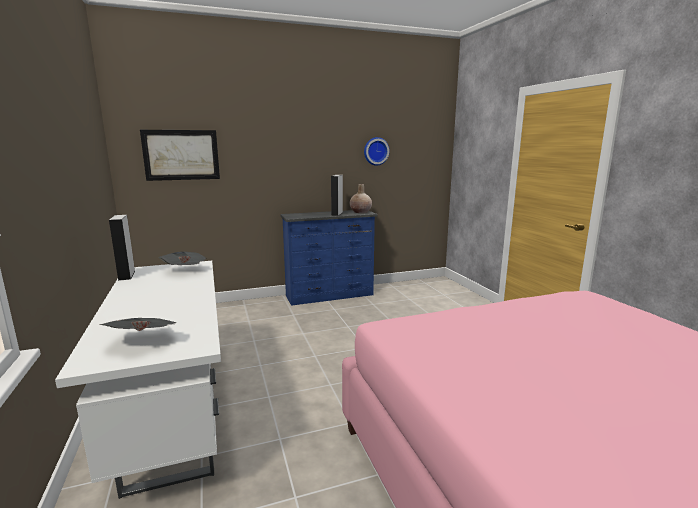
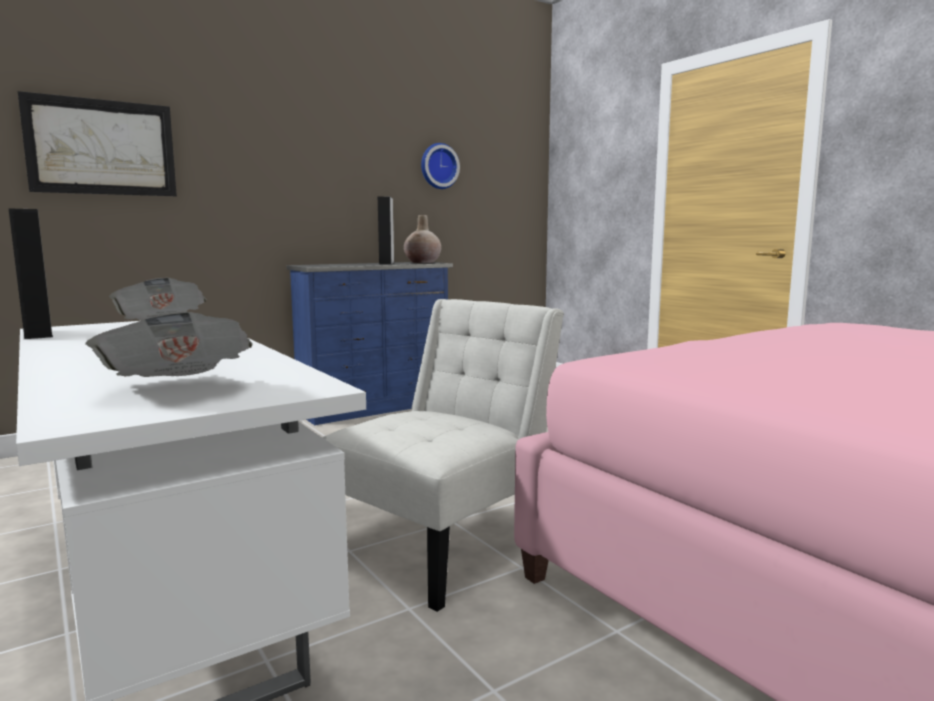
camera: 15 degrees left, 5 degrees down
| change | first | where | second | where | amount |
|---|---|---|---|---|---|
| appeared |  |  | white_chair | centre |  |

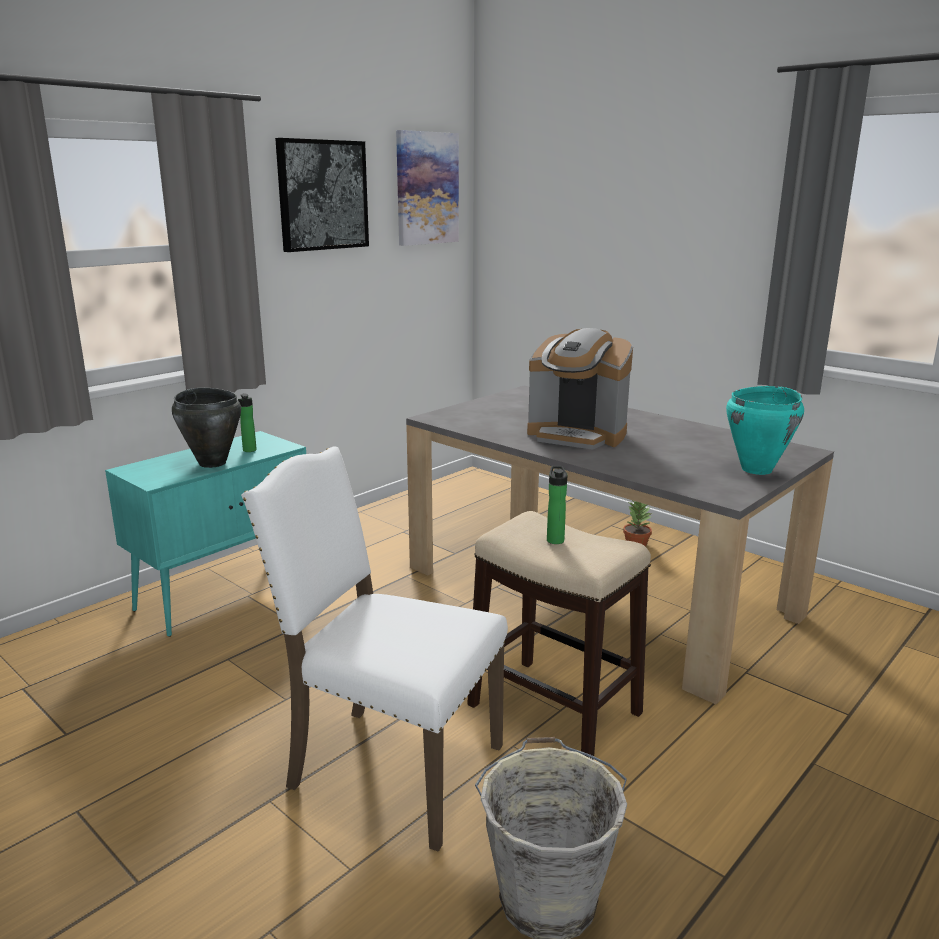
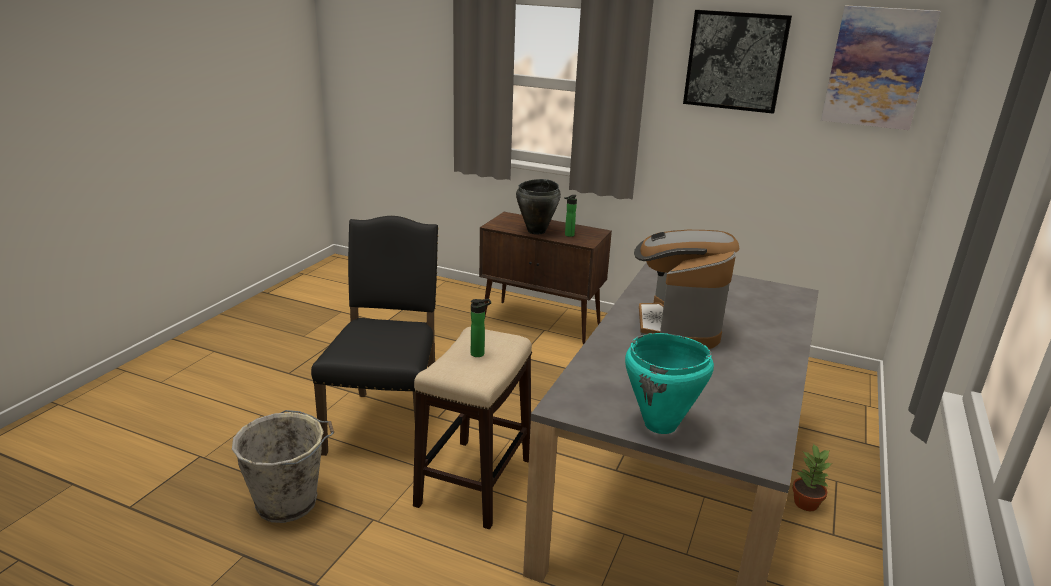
camera: 70 degrees right, 5 degrees up
| change | first | where | second | where | amount |
|---|---|---|---|---|---|
| colour | white_chair | bottom centre | black_chair | centre |  |
| colour | turquoise_cabinet | middle left | brown_cabinet | centre |  |

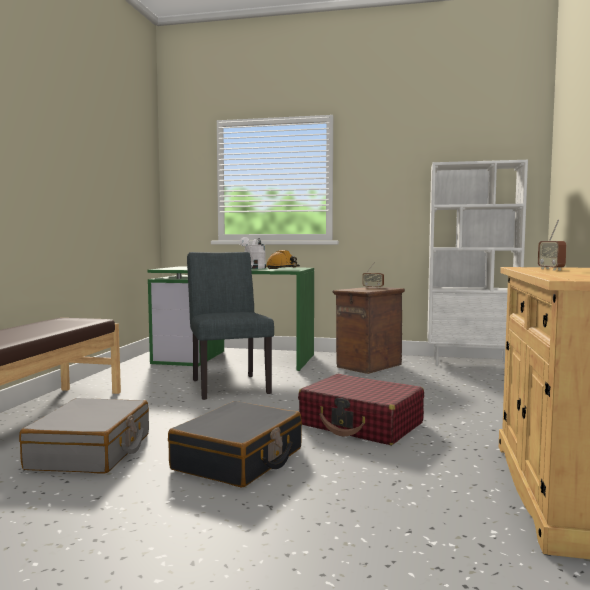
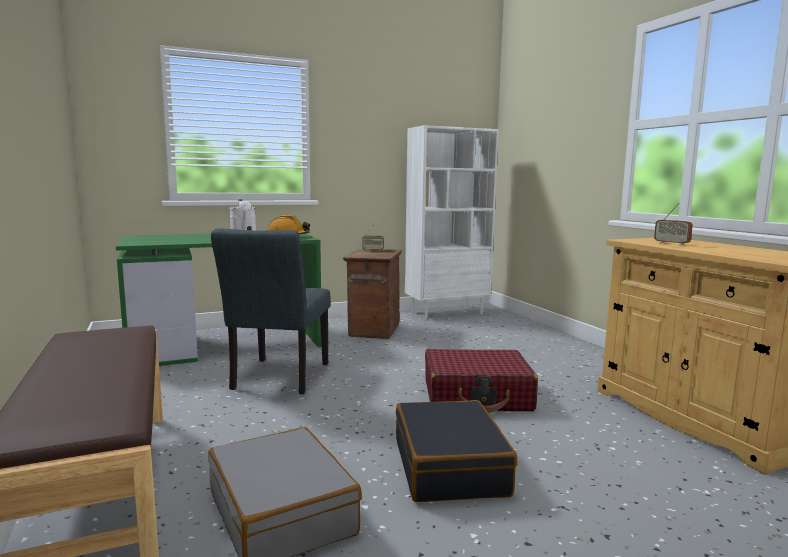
camera: 35 degrees left, 5 degrees up
| change | first | where | second | where | amount |
|---|---|---|---|---|---|
| spun | grey_chair | centre |  | centre | 120 degrees counterclockwise |

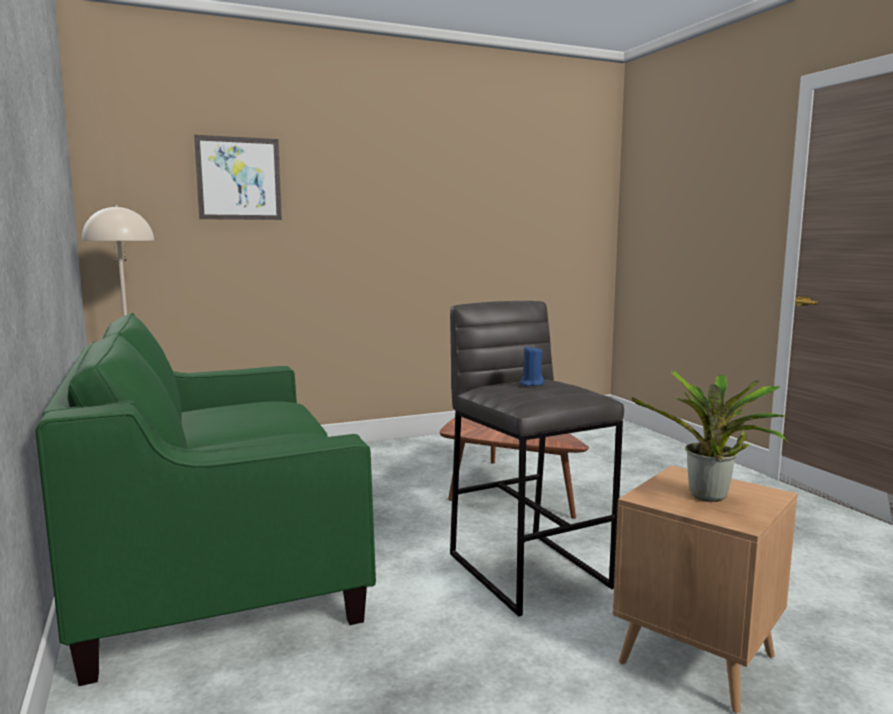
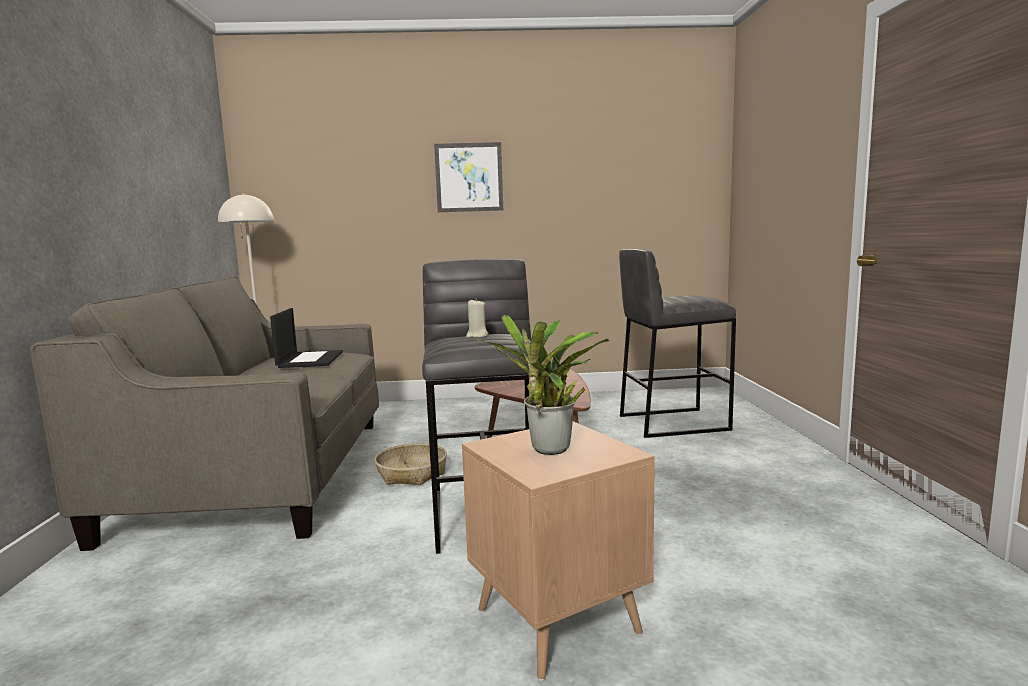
camera: 20 degrees right, 0 degrees up
| change | first | where | second | where | amount |
|---|---|---|---|---|---|
| colour | green_sofa | bottom left | beige_sofa | middle left |  |
| appeared |  |  | laptop | middle left |  |
| appeared |  |  | basket | bottom centre |  |
| relocated | picture | top left |  | top centre |  |
| colour | blue_candle | centre | beige_candle | centre |  |
| appeared |  |  | grey_stool (no. 2 from left) | centre |  |

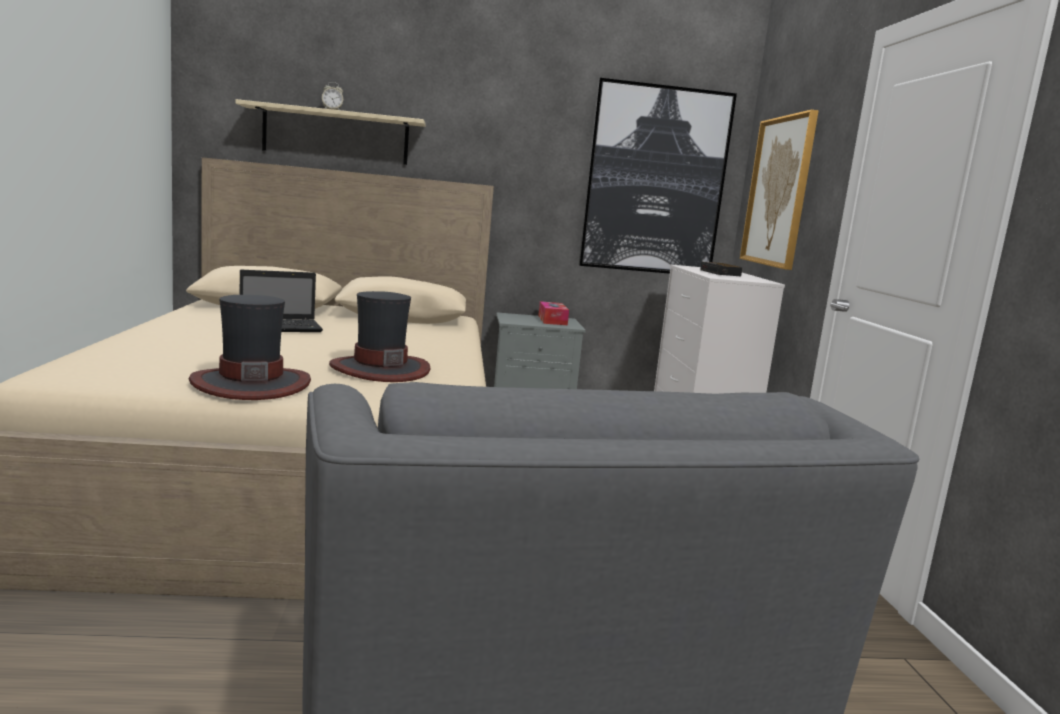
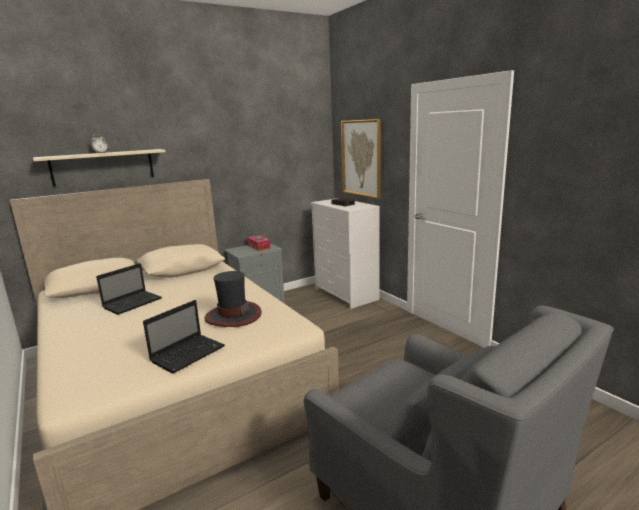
camera: 25 degrees left, 5 degrees up
| change | first | where | second | where | amount |
|---|---|---|---|---|---|
| exchanged | hat (no. 1 from left) | middle left | laptop (no. 2 from left) | middle left |  |
| missing | picture (no. 1 from left) | top centre |  |  |  |

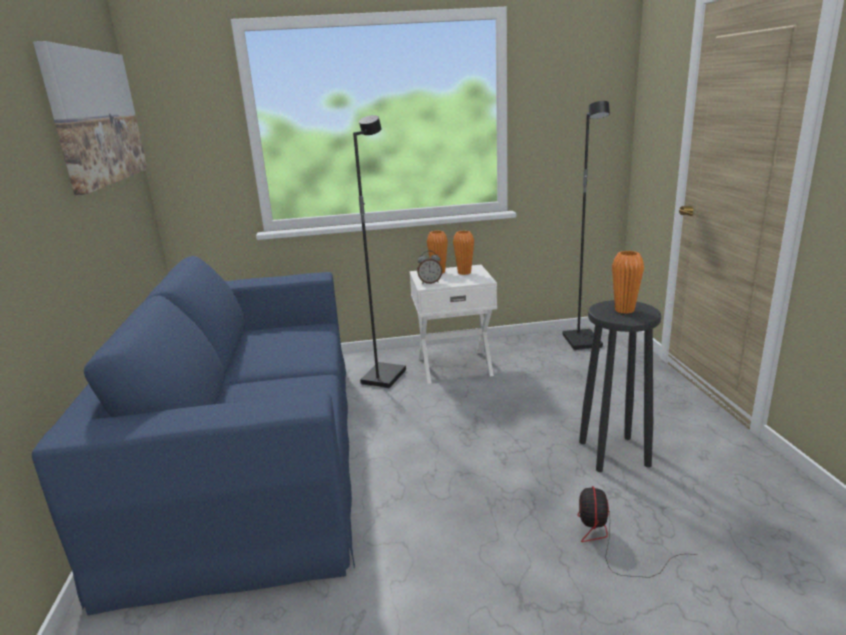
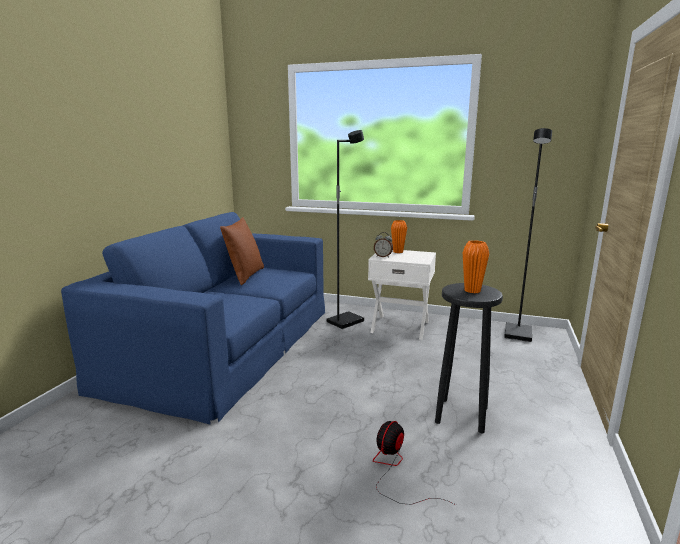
camera: 25 degrees right, 5 degrees down
| change | first | where | second | where | amount |
|---|---|---|---|---|---|
| appeared |  |  | brown_pillow | centre |  |
| missing | picture | top left |  |  |  |
| missing | orange_vase (no. 2 from left) | centre |  |  |  |

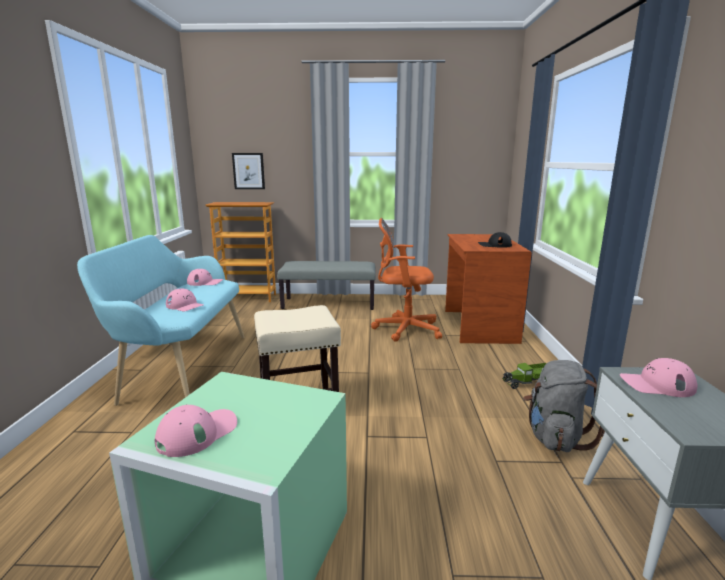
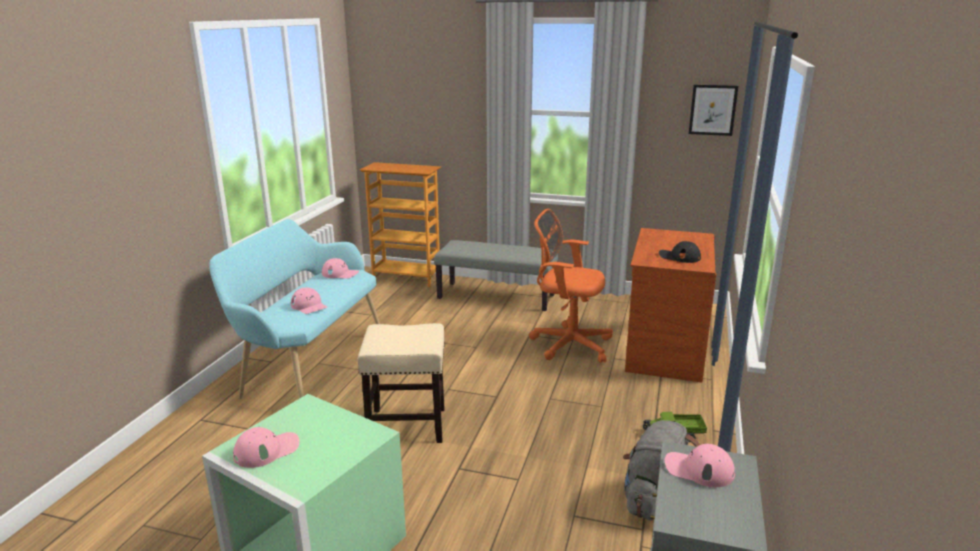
camera: 15 degrees right, 5 degrees up
| change | first | where | second | where | amount |
|---|---|---|---|---|---|
| relocated | picture | top centre |  | top right |  |

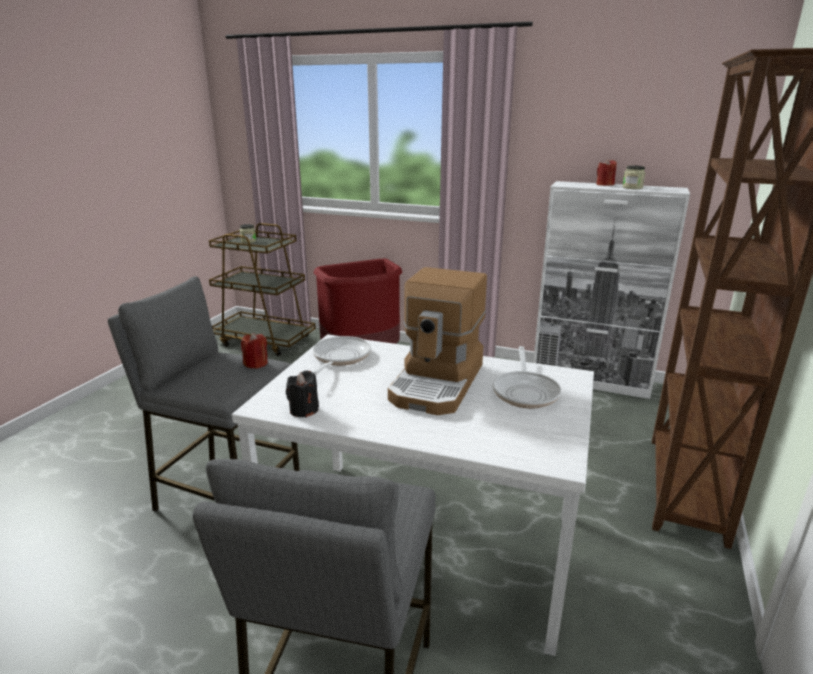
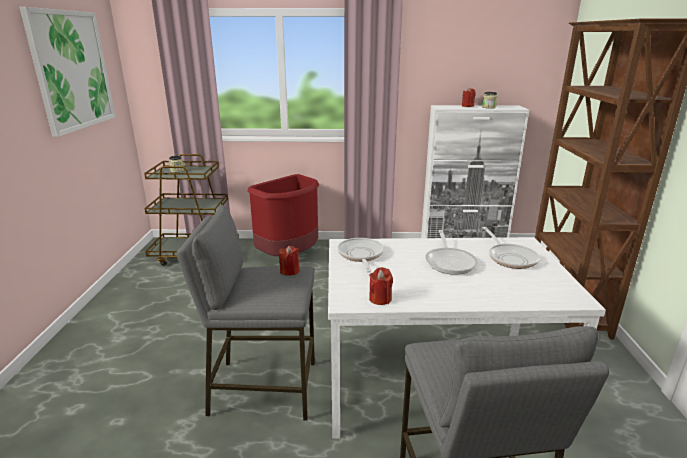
camera: 20 degrees left, 0 degrees up
| change | first | where | second | where | amount |
|---|---|---|---|---|---|
| appeared |  |  | picture | top left |  |
| colour | black_candle | centre | red_candle (no. 2 from left) | centre |  |
| exchanged | coffee_machine | centre | frying_pan (no. 2 from left) | centre |  |

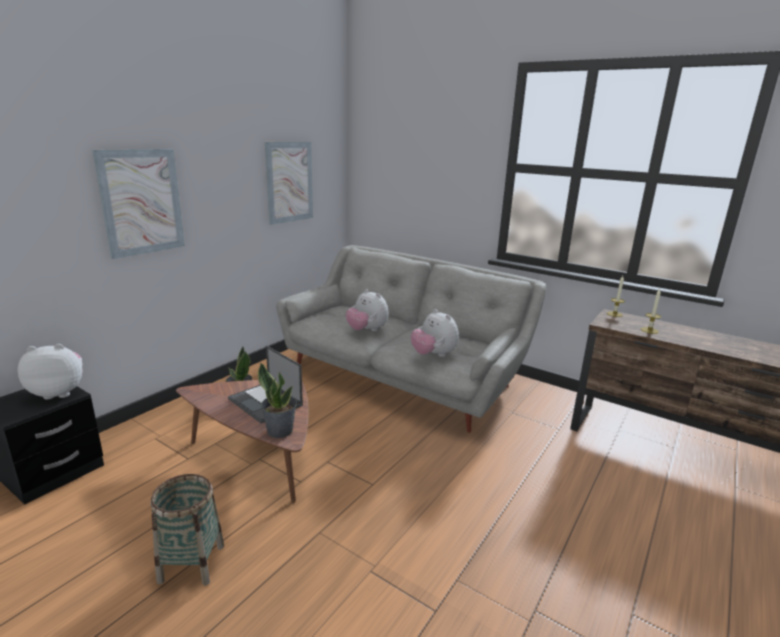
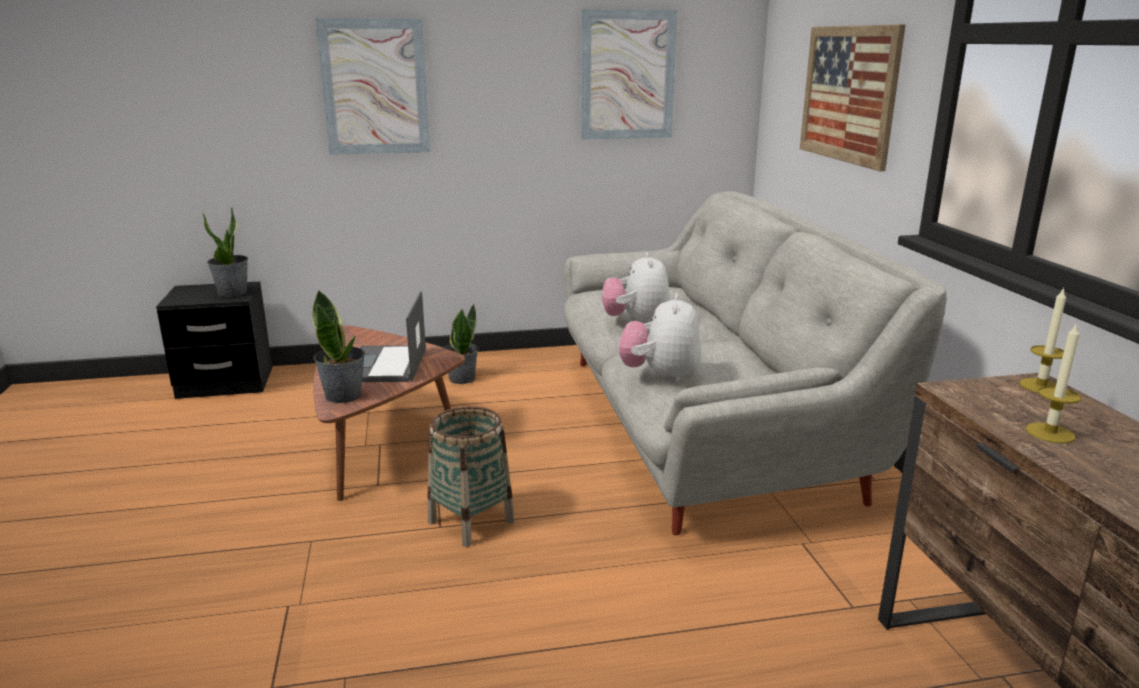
camera: 45 degrees right, 0 degrees up
| change | first | where | second | where | amount |
|---|---|---|---|---|---|
| exchanged | plush_toy (no. 1 from left) | middle left | potted_plant (no. 1 from left) | middle left |  |
| relocated | basket | bottom left |  | bottom centre |  |
| appeared |  |  | picture (no. 3 from left) | top right |  |

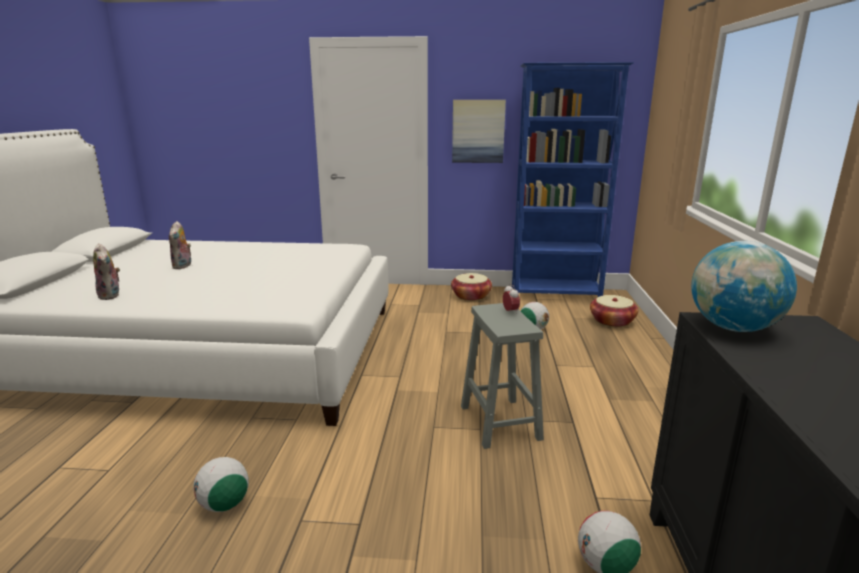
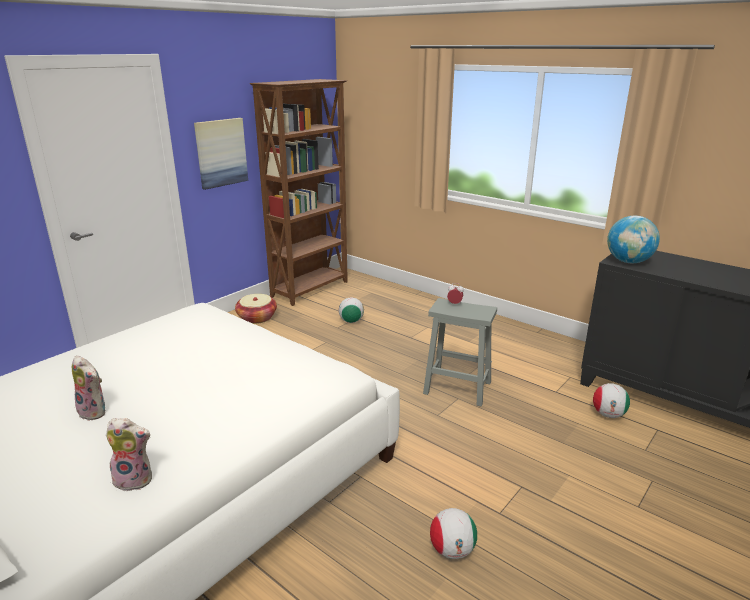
camera: 55 degrees left, 5 degrees up
| change | first | where | second | where | amount |
|---|---|---|---|---|---|
| colour | blue_bookcase | top right | brown_bookcase | top centre |  |
| missing | basket (no. 2 from left) | middle right |  |  |  |

